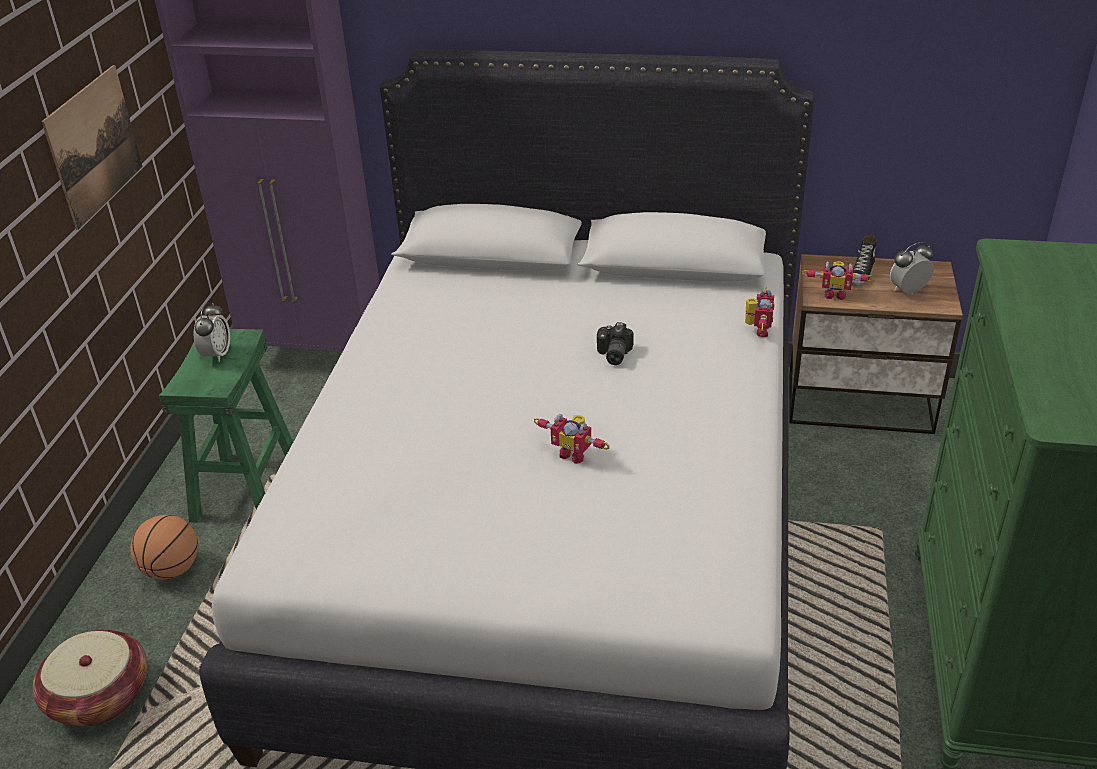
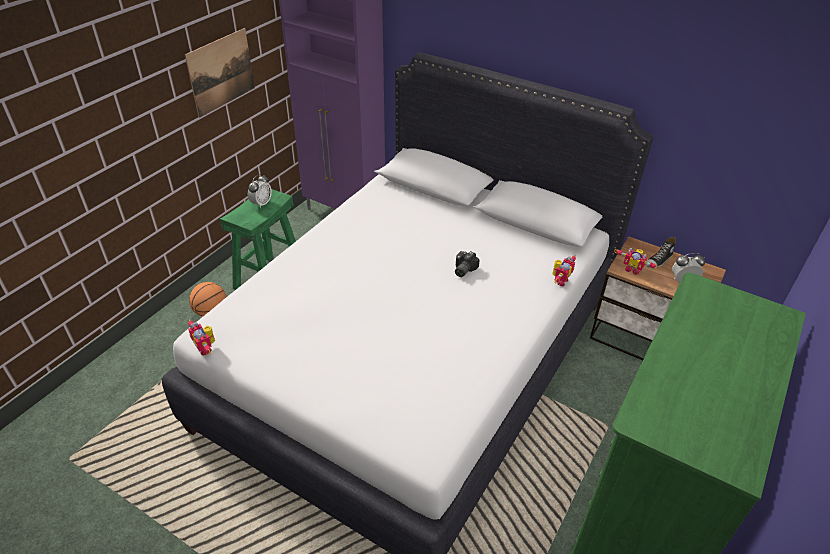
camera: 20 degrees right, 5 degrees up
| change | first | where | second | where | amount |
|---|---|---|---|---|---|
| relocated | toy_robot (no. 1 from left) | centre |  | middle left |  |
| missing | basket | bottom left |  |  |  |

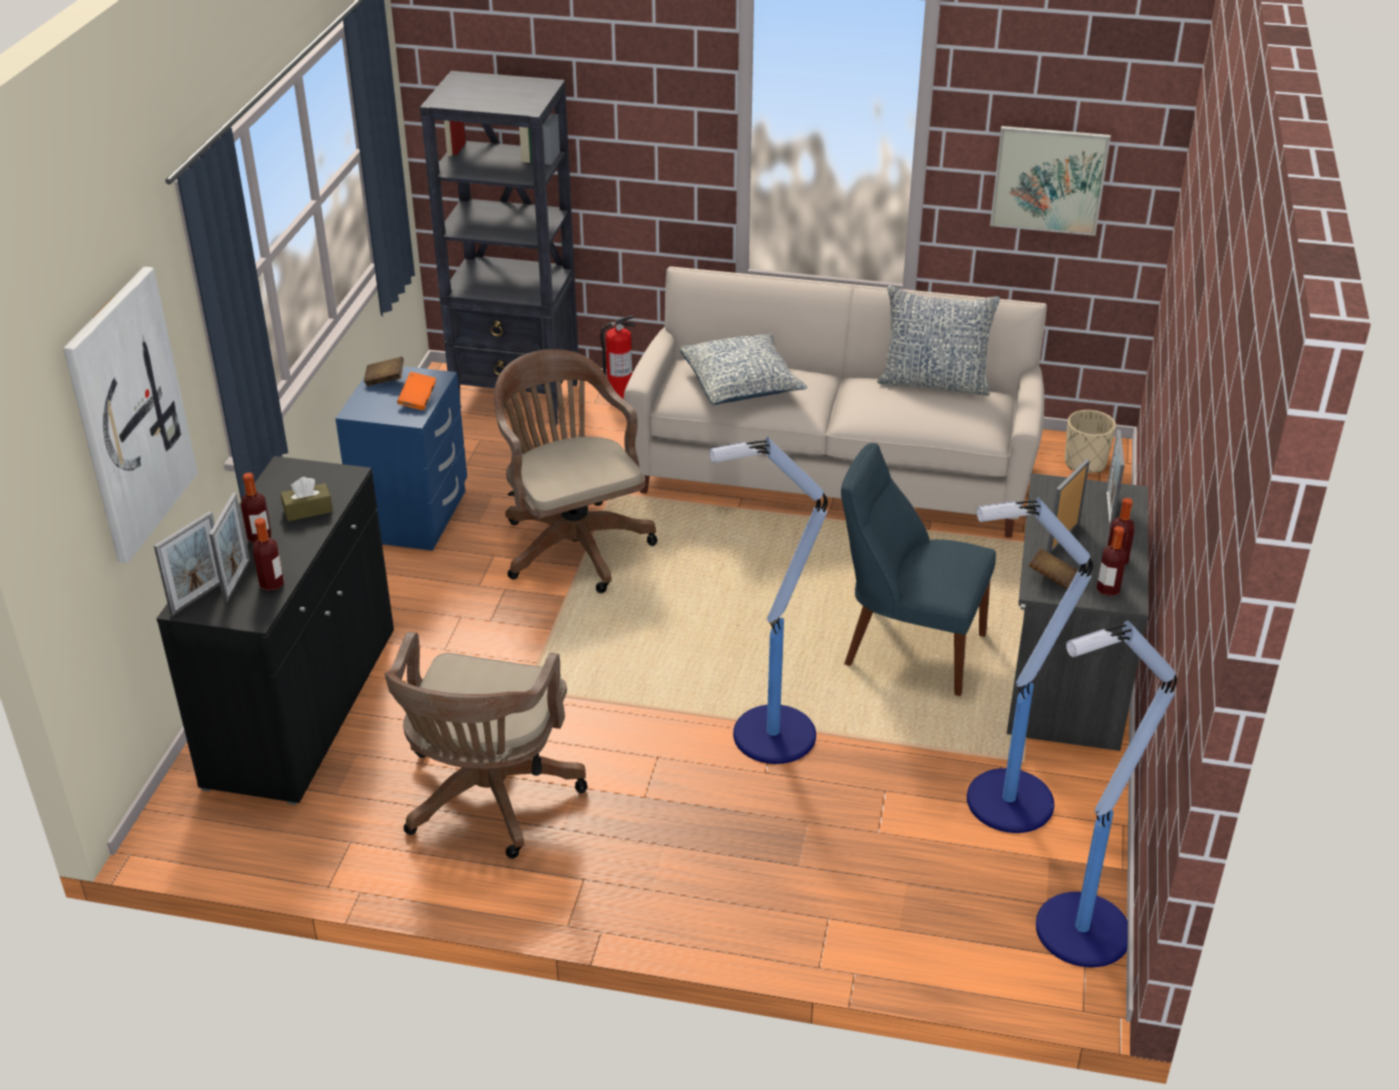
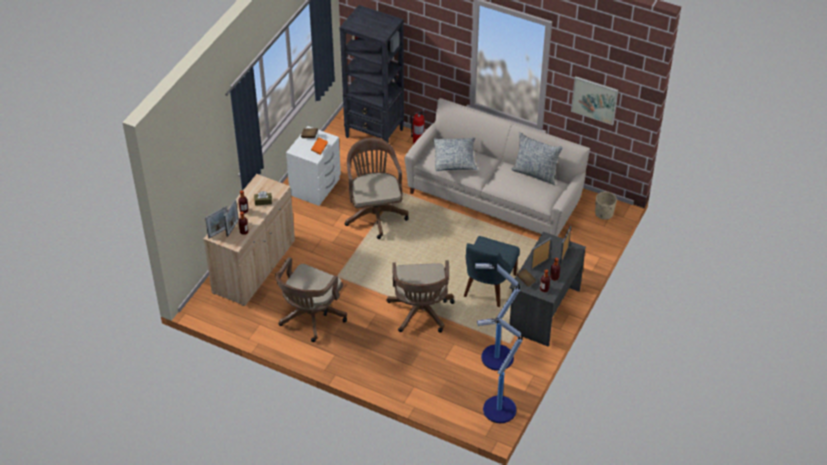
camera: 15 degrees right, 10 degrees up
| change | first | where | second | where | amount |
|---|---|---|---|---|---|
| colour | black_cabinet | middle left | beige_cabinet | middle left |  |
| colour | blue_nightstand | middle left | white_nightstand | centre |  |
| exchanged | floor_lamp (no. 1 from left) | centre | brown_office_chair (no. 3 from left) | centre |  |
| spun | blue_chair | centre |  | centre | 105 degrees counterclockwise |
| missing | picture (no. 1 from left) | middle left |  |  |  |

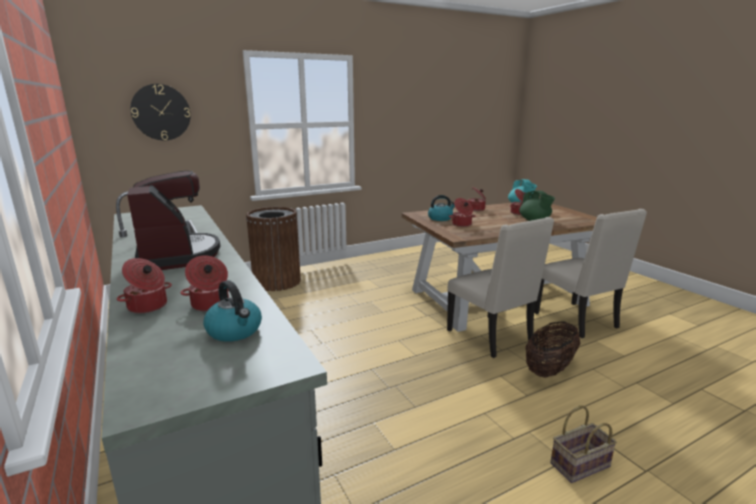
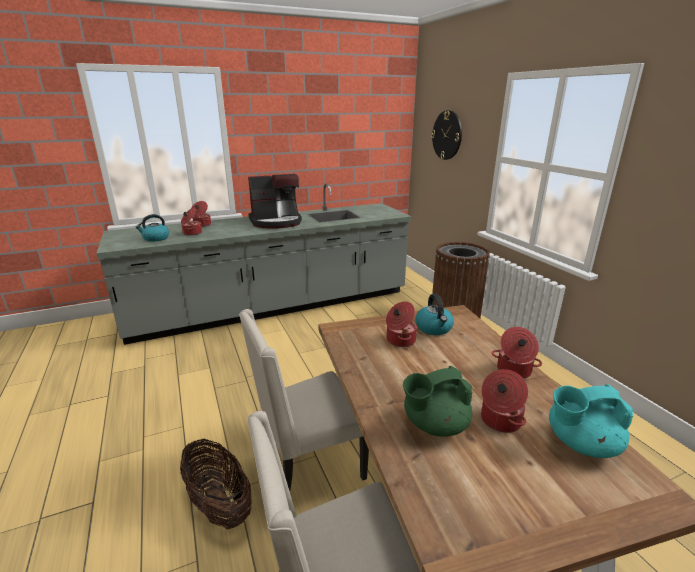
camera: 95 degrees right, 5 degrees up
| change | first | where | second | where | amount |
|---|---|---|---|---|---|
| missing | basket (no. 2 from left) | bottom right |  |  |  |

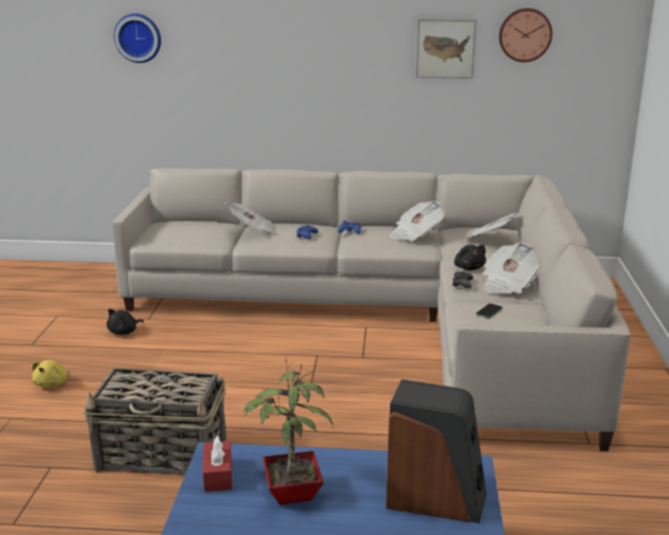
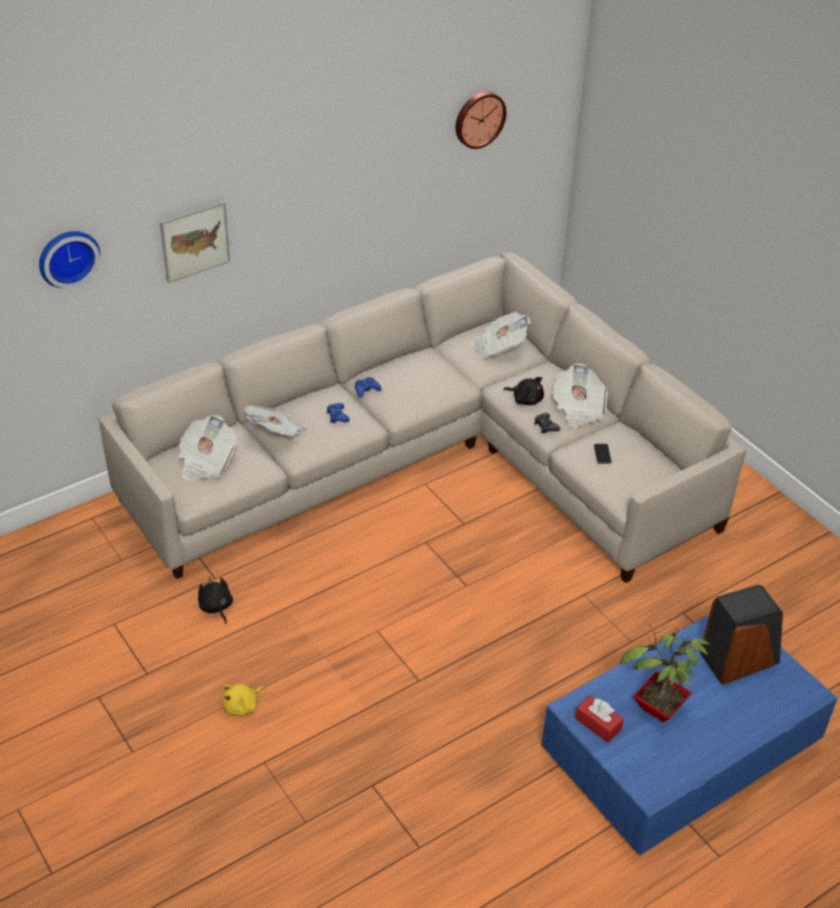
camera: 40 degrees left, 20 degrees up
| change | first | where | second | where | amount |
|---|---|---|---|---|---|
| relocated | picture | top right |  | top left |  |
| relocated | newspaper (no. 2 from left in the first image) | centre | newspaper (no. 1 from left) | middle left |  |
| spun | black_plush_toy (no. 1 from left) | middle left |  | middle left | 150 degrees clockwise |
| spun | yellow_plush_toy | bottom left |  | bottom left | 75 degrees clockwise |
| missing | basket | bottom left |  |  |  |

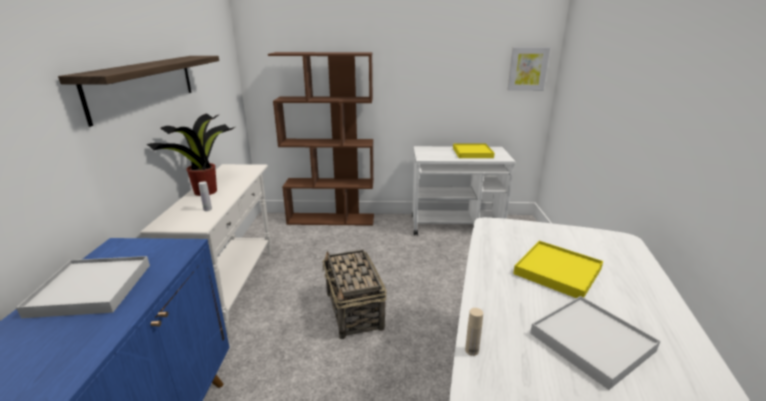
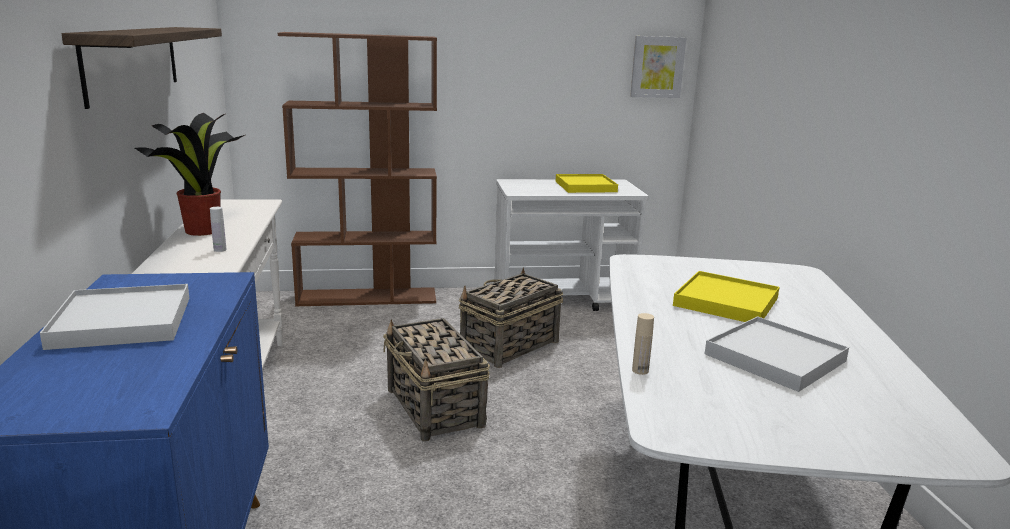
camera: 10 degrees left, 5 degrees down
| change | first | where | second | where | amount |
|---|---|---|---|---|---|
| appeared |  |  | basket (no. 2 from left) | centre |  |

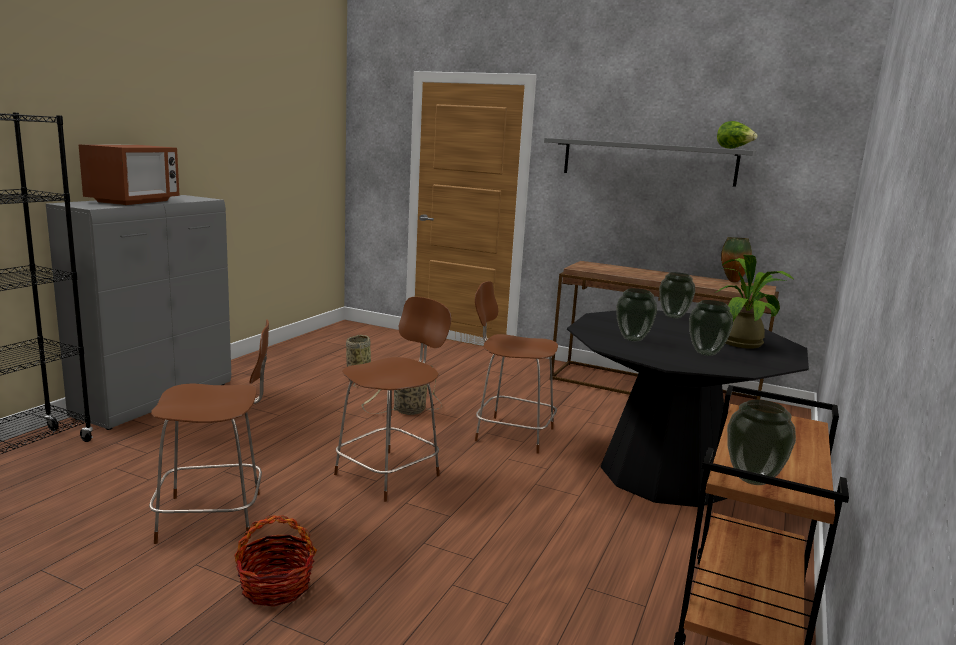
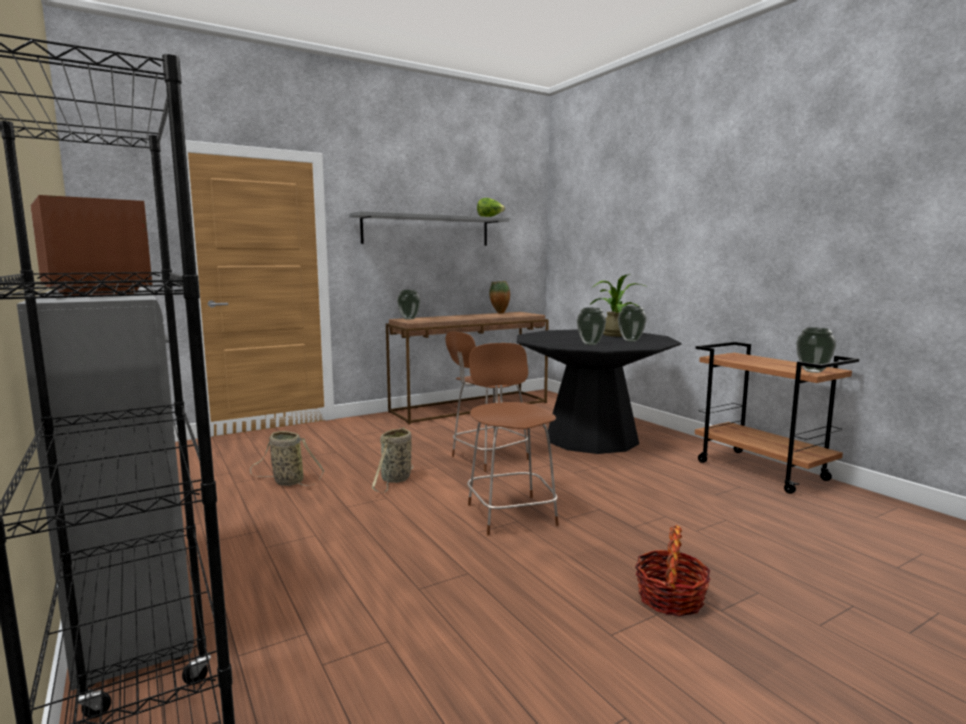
camera: 55 degrees left, 5 degrees down
| change | first | where | second | where | amount |
|---|---|---|---|---|---|
| relocated | vase (no. 2 from left in the first image) | middle right | vase (no. 1 from left) | centre |  |
| missing | brown_chair (no. 1 from left) | bottom left |  |  |  |

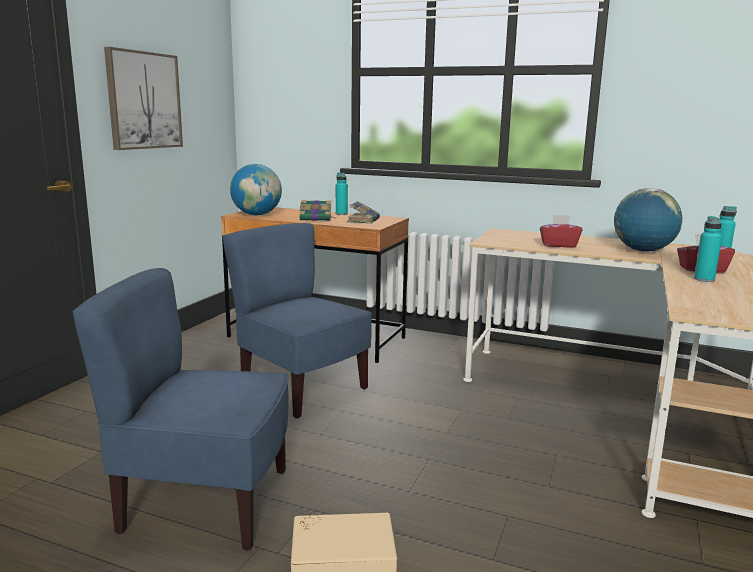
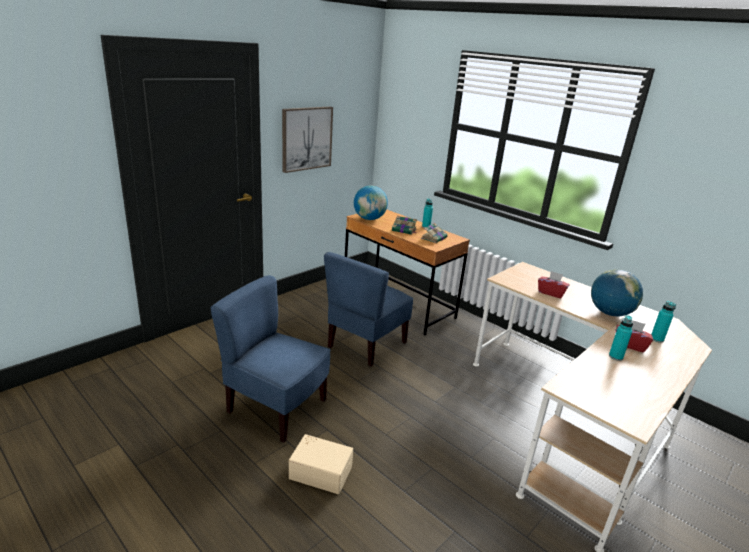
camera: 20 degrees right, 10 degrees up
| change | first | where | second | where | amount |
|---|---|---|---|---|---|
| spun | blue_chair (no. 2 from left) | centre |  | centre | 120 degrees counterclockwise |

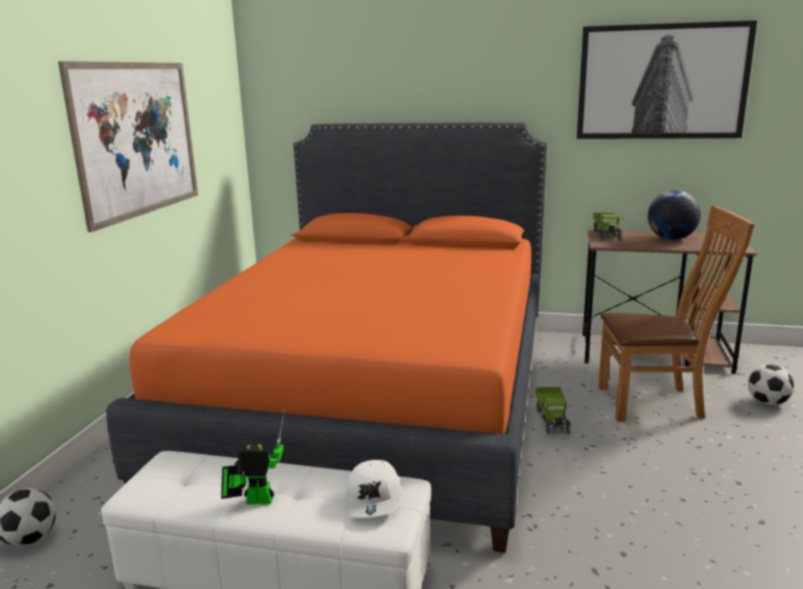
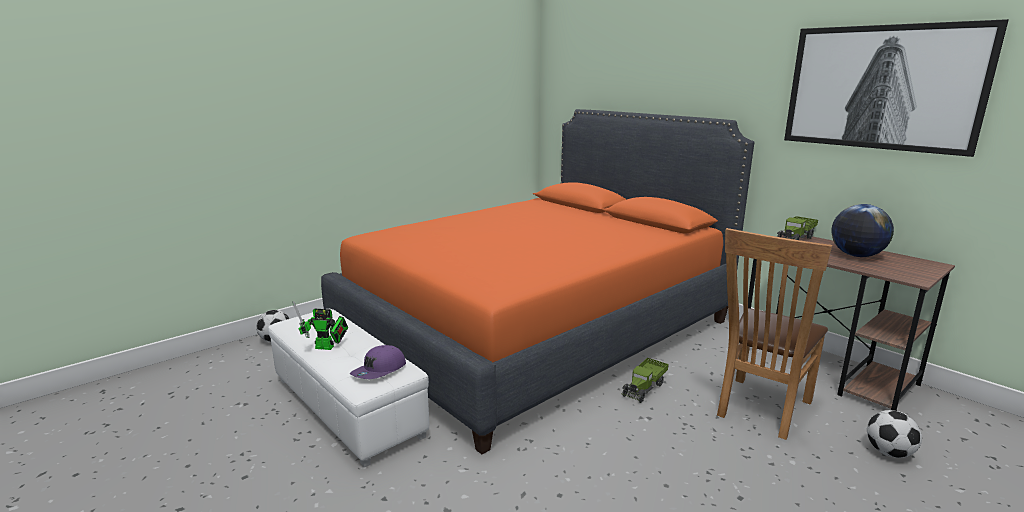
camera: 35 degrees right, 0 degrees up
| change | first | where | second | where | amount |
|---|---|---|---|---|---|
| spun | toy_robot | bottom left |  | middle left | 150 degrees clockwise |
| colour | white_cap | bottom centre | purple_cap | bottom centre |  |
| spun | brown_chair | middle right |  | middle right | 90 degrees clockwise |
| missing | picture (no. 1 from left) | top left |  |  |  |

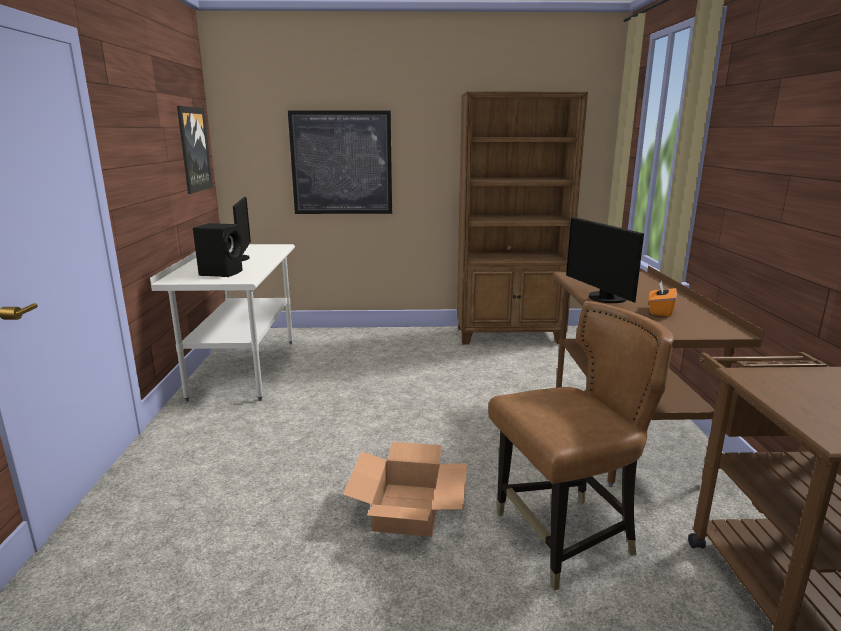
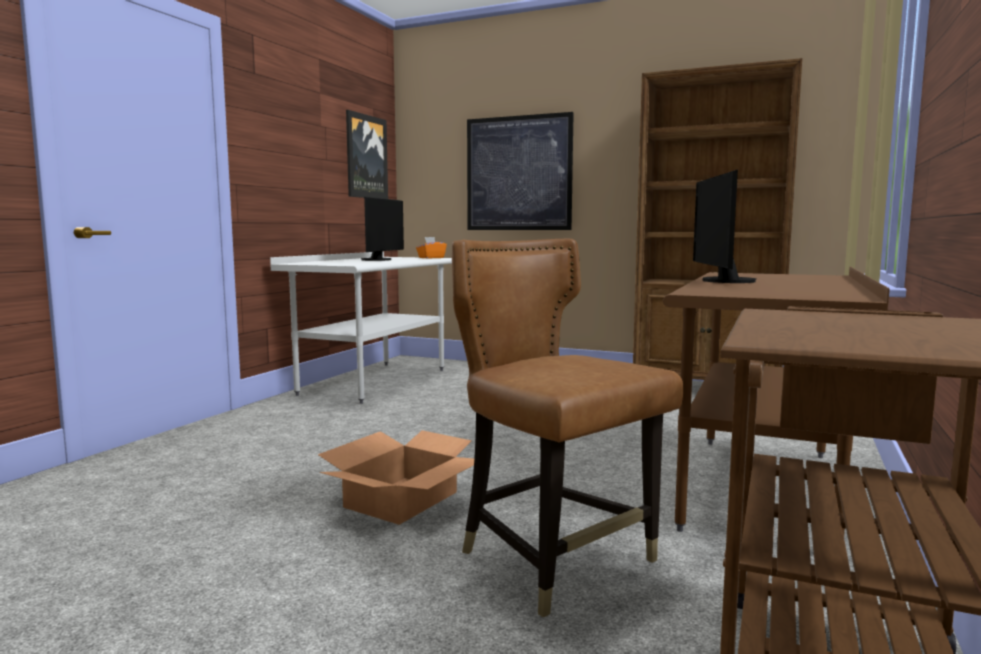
camera: 25 degrees right, 10 degrees down
| change | first | where | second | where | amount |
|---|---|---|---|---|---|
| relocated | orange_tissue_box | middle right |  | centre |  |
| spun | brown_chair | bottom right |  | centre | 135 degrees counterclockwise |
| missing | black_speaker | middle left |  |  |  |

